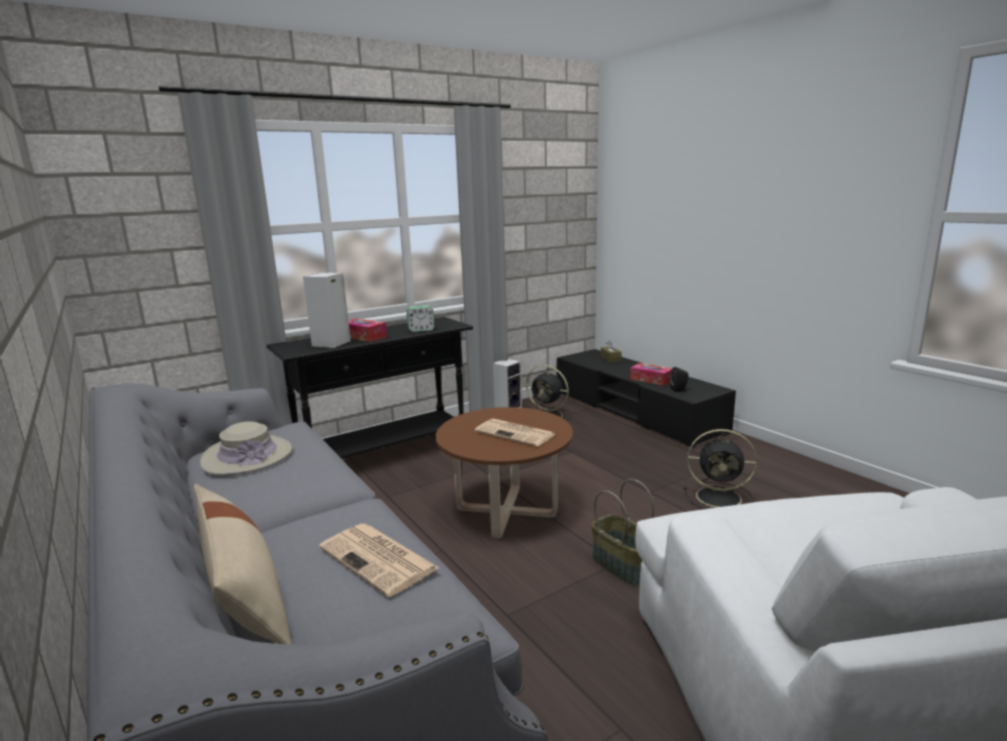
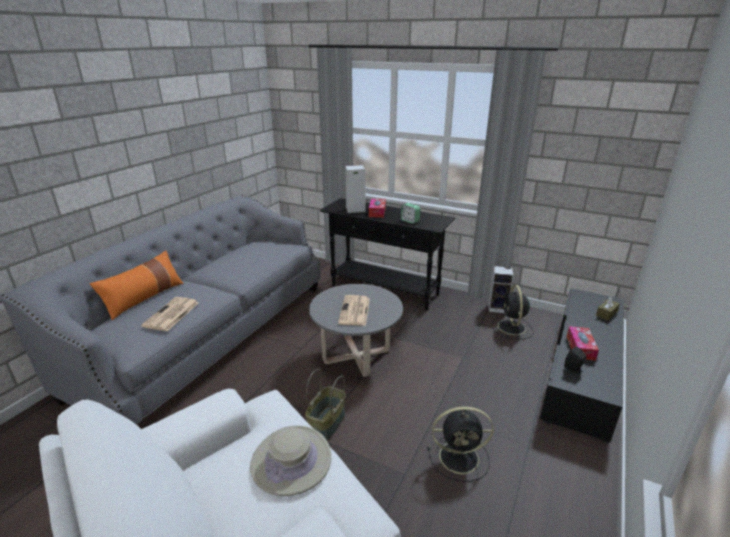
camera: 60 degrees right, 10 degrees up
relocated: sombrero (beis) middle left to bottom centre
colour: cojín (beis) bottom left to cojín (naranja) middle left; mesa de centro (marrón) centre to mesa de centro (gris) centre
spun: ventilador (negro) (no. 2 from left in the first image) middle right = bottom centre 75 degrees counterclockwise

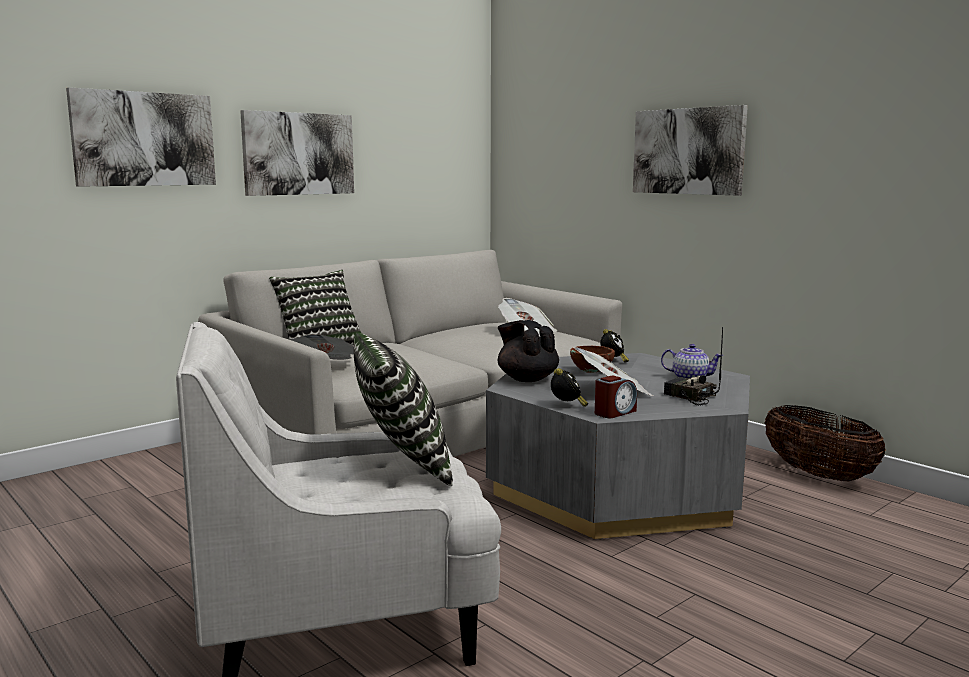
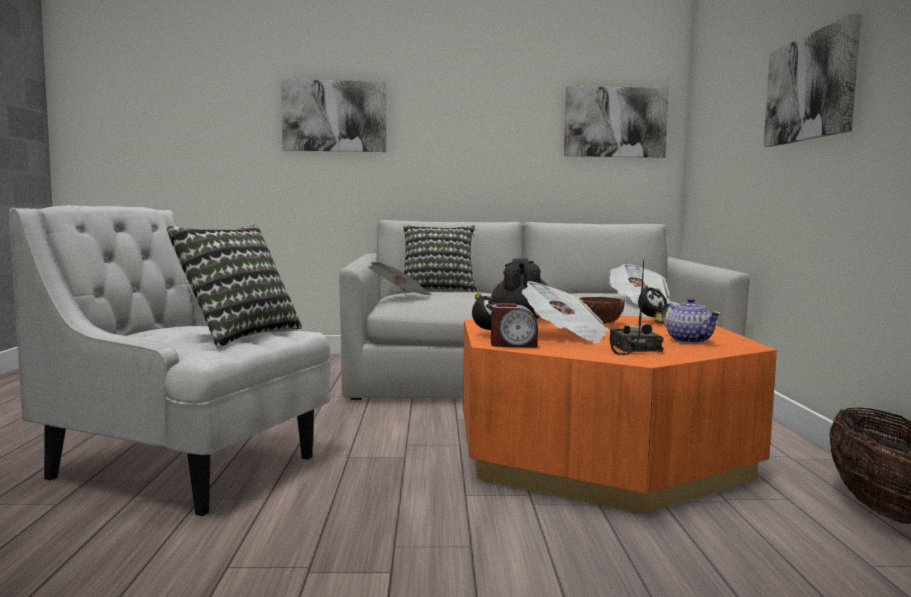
camera: 40 degrees right, 5 degrees down
relocated: cuadro (no. 2 from left) top left to top right
colour: mesa de centro (gris) centre to mesa de centro (naranja) bottom right

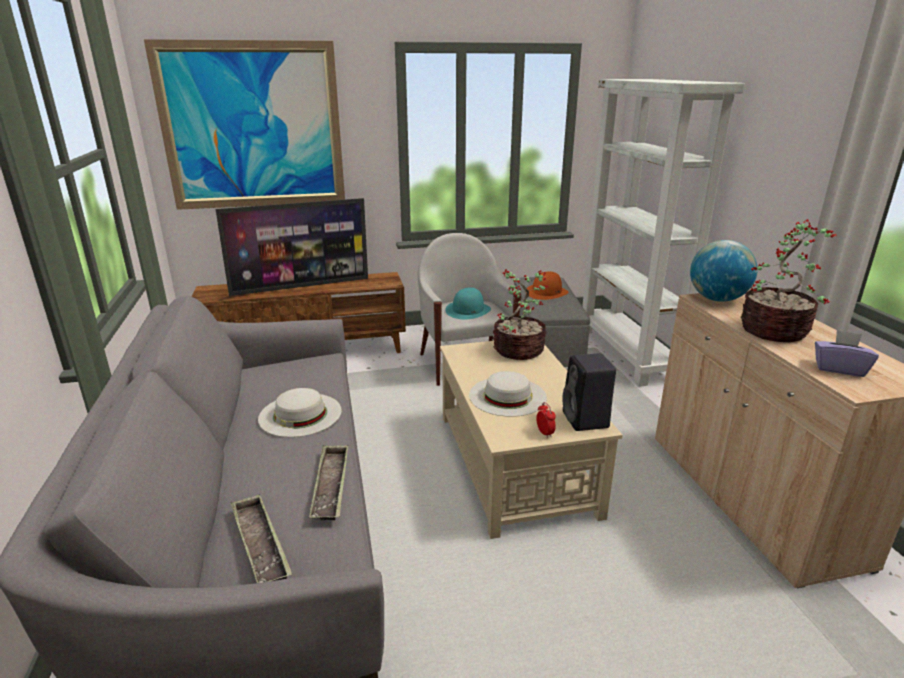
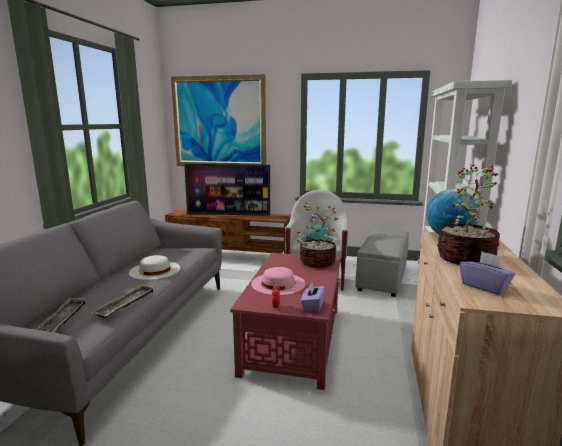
camera: 25 degrees right, 10 degrees down
missing: sombrero (naranja) centre
exchanged: altavoz (negro) centre to caja de pañuelos (morado) (no. 1 from left) centre
colour: mesa de centro (beis) centre to mesa de centro (rojo) bottom centre; sombrero (blanco) (no. 2 from left) centre to sombrero (rosa) centre

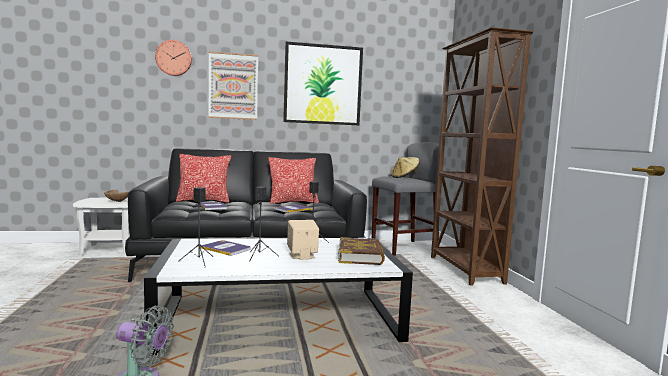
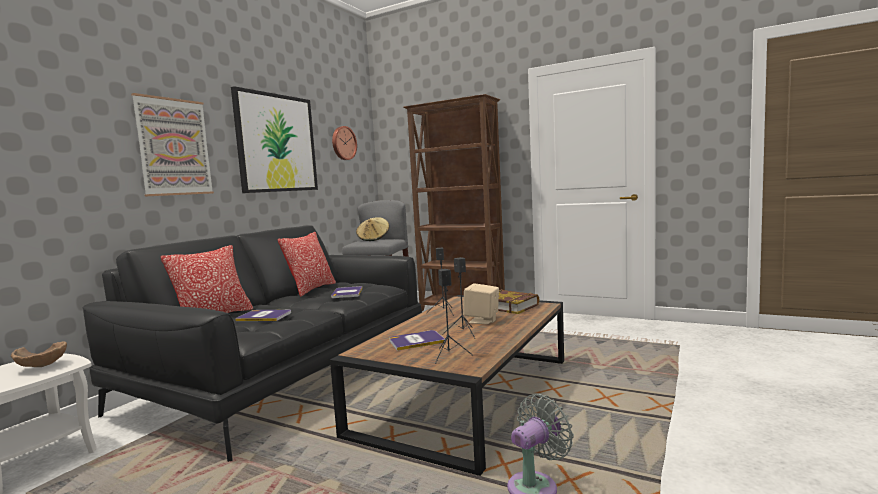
camera: 50 degrees left, 0 degrees up
relocated: reloj de pared top left to top centre
colour: mesa de centro (blanco) bottom centre to mesa de centro (marrón) bottom centre

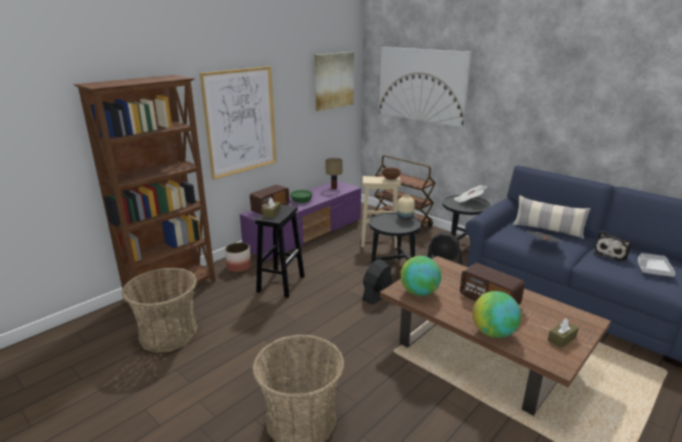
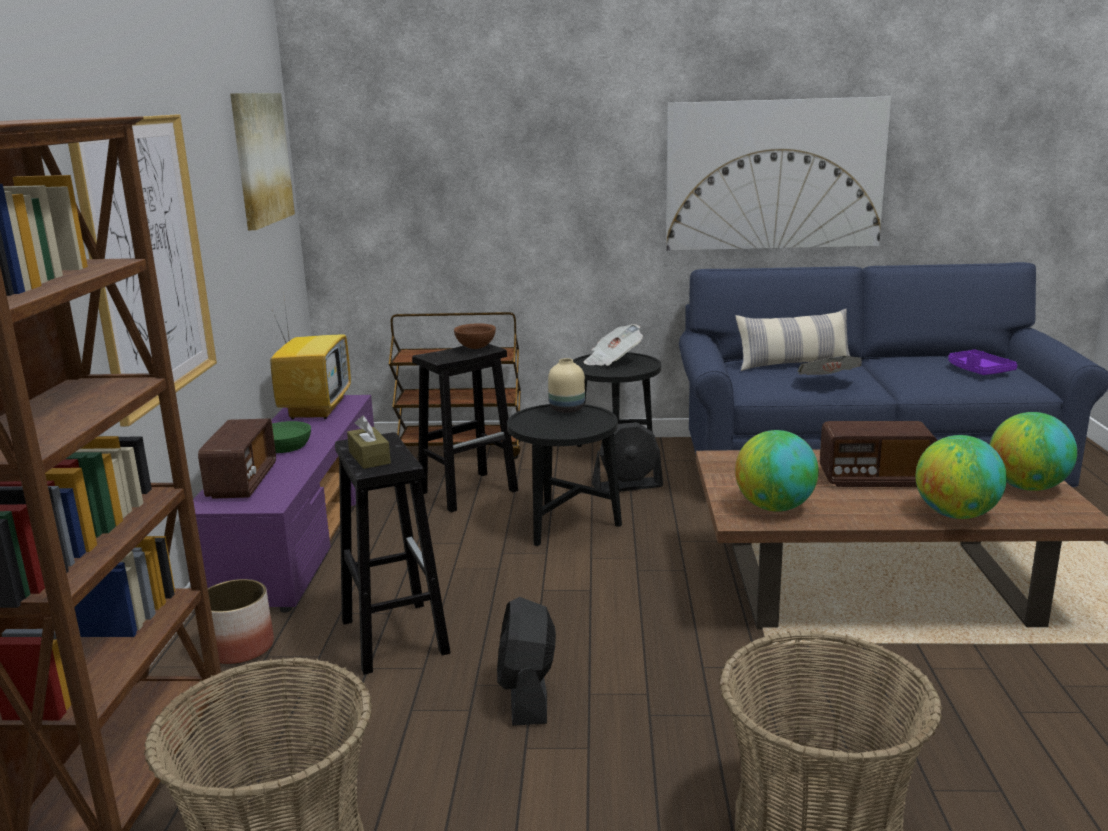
camera: 40 degrees left, 5 degrees down
missing: peluche middle right
relocated: ventilador (negro) (no. 1 from left) centre to bottom centre; cuadro (no. 3 from left) top centre to top right
exchanged: lámpara de mesa centre to televisor middle left; caja de pañuelos (marrón) (no. 2 from left) bottom right to globo terráqueo (no. 3 from left) middle right
colour: taburete (beis) centre to taburete (negro) (no. 2 from left) centre; bandeja (gris) middle right to bandeja (morado) middle right

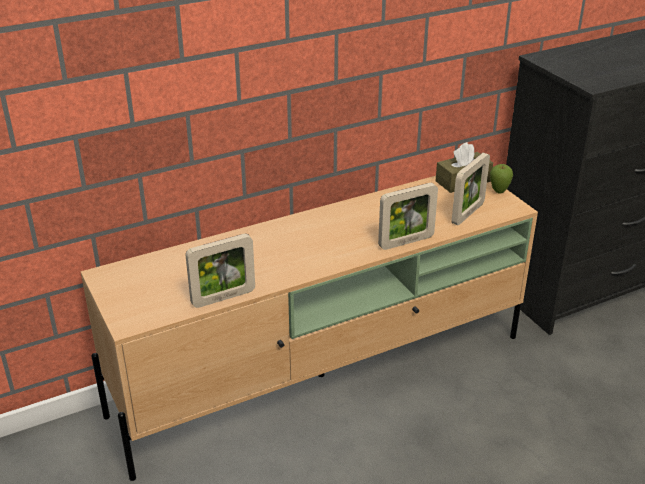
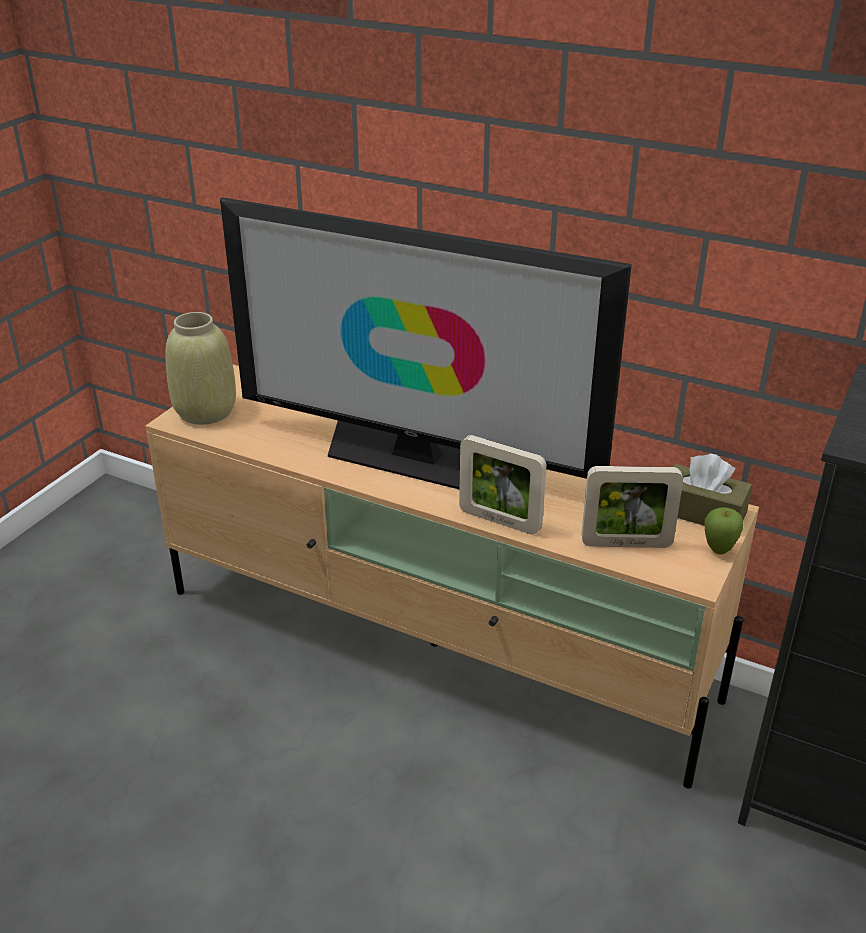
camera: 55 degrees right, 0 degrees up
missing: portarretratos (no. 1 from left) centre
appeared: florero (beis) middle left; televisor centre

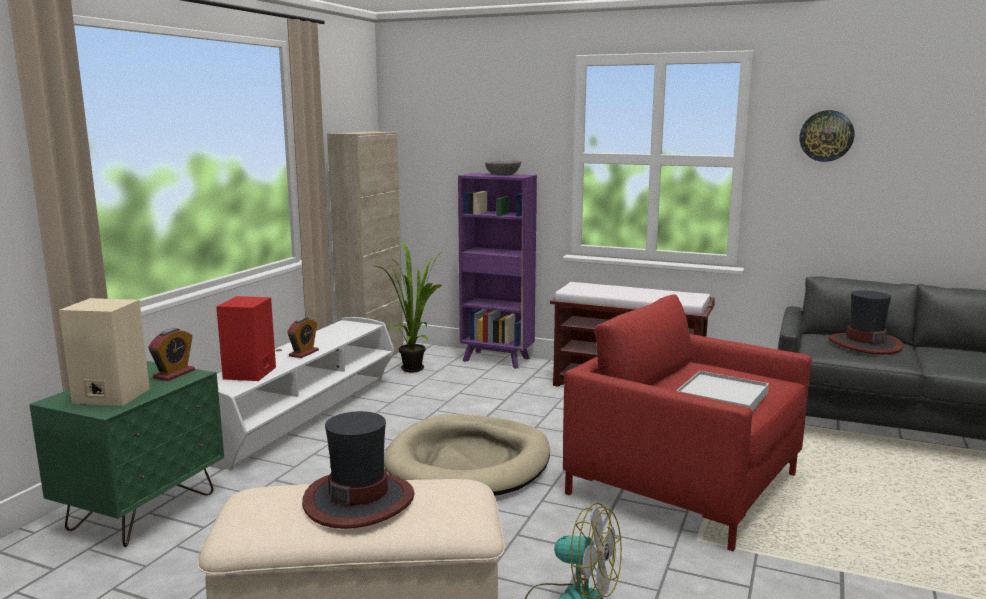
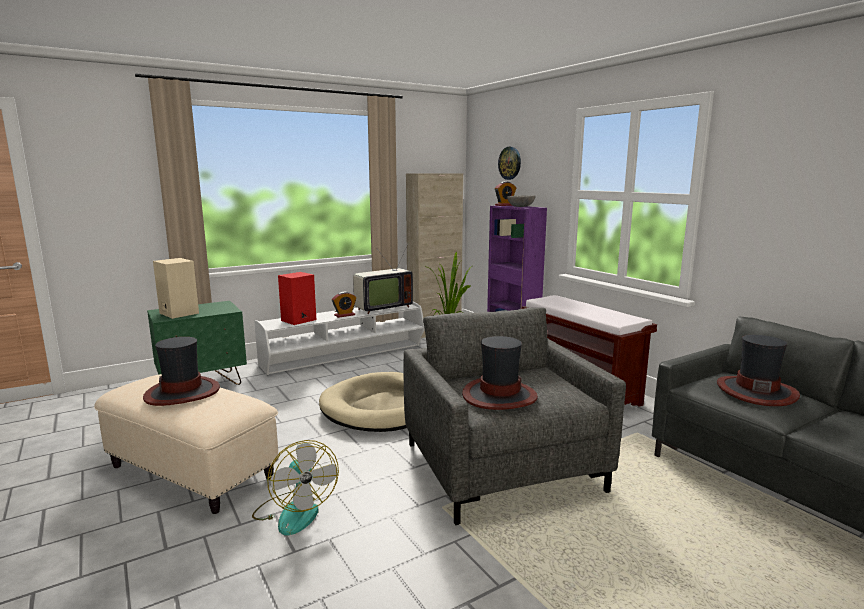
camera: 35 degrees right, 0 degrees up
appeared: televisor centre
relocated: despertador (no. 1 from left in the first image) middle left to despertador (no. 2 from left) top centre; reloj de pared top right to top centre
exchanged: bandeja (blanco) middle right to sombrero (no. 2 from left) centre
colour: sillón (rojo) bottom right to sillón (gris) bottom centre

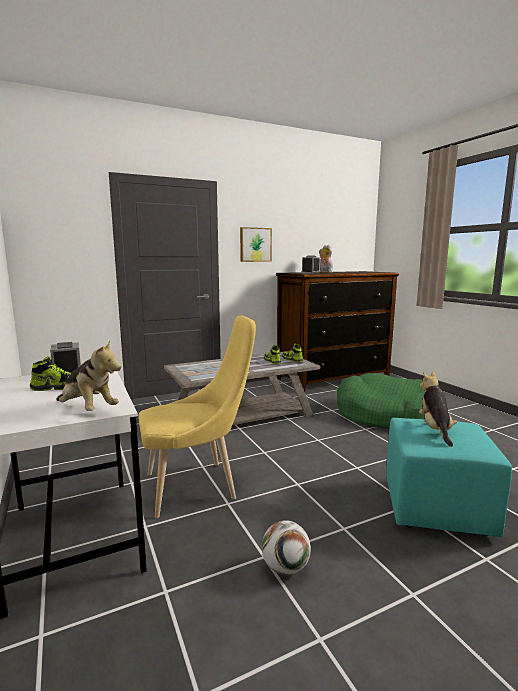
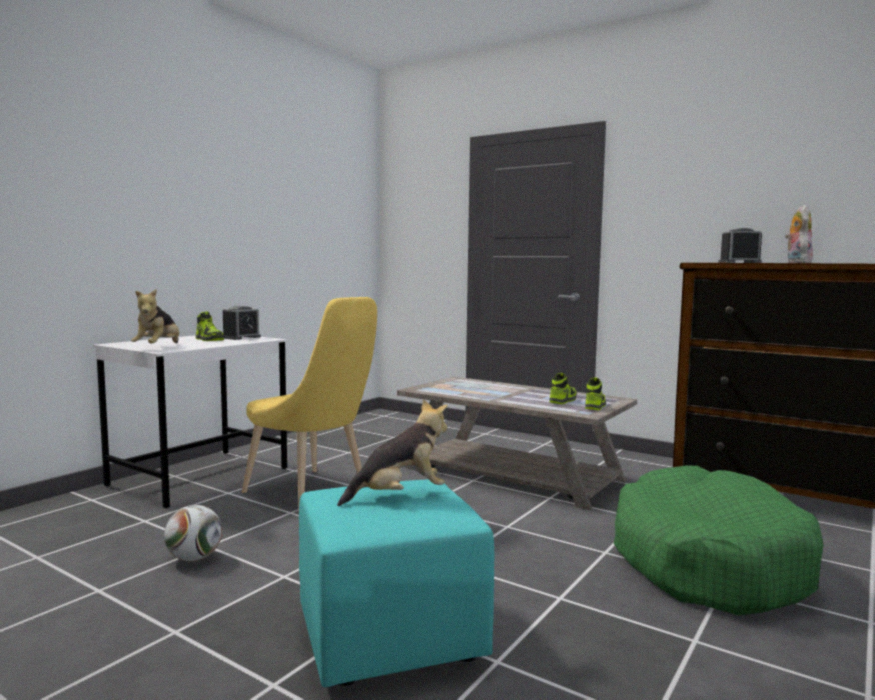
camera: 60 degrees right, 5 degrees down
missing: cuadro centre

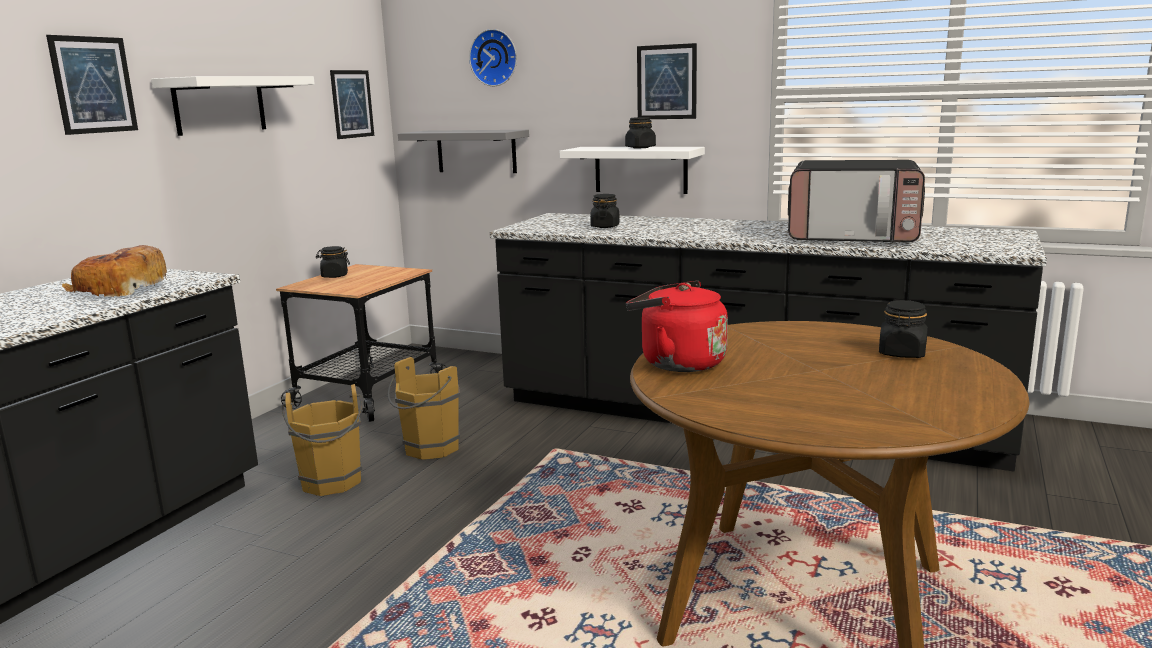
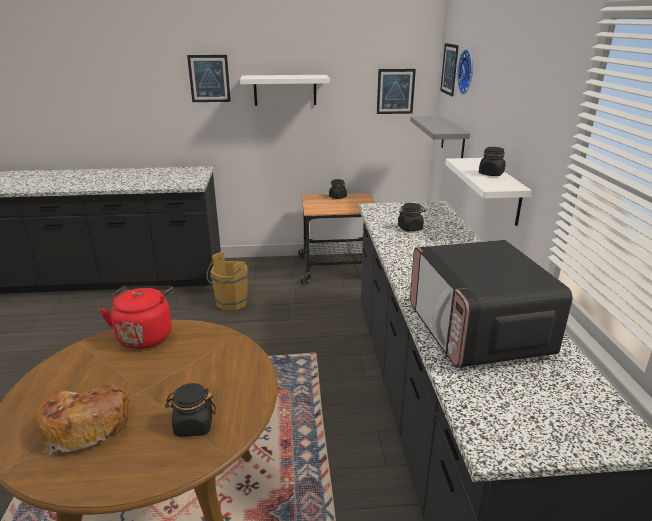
camera: 60 degrees right, 10 degrees up
missing: cubo (marrón) (no. 2 from left) centre
relocated: pan middle left to bottom left; cuadro (no. 3 from left) top centre to top right

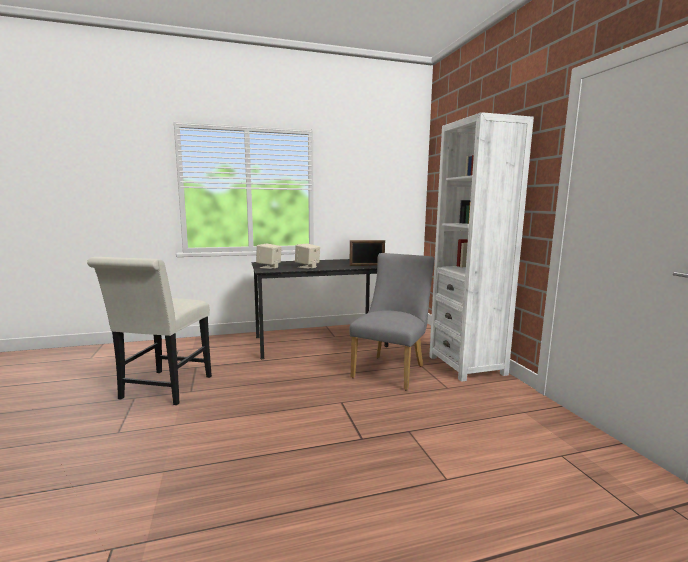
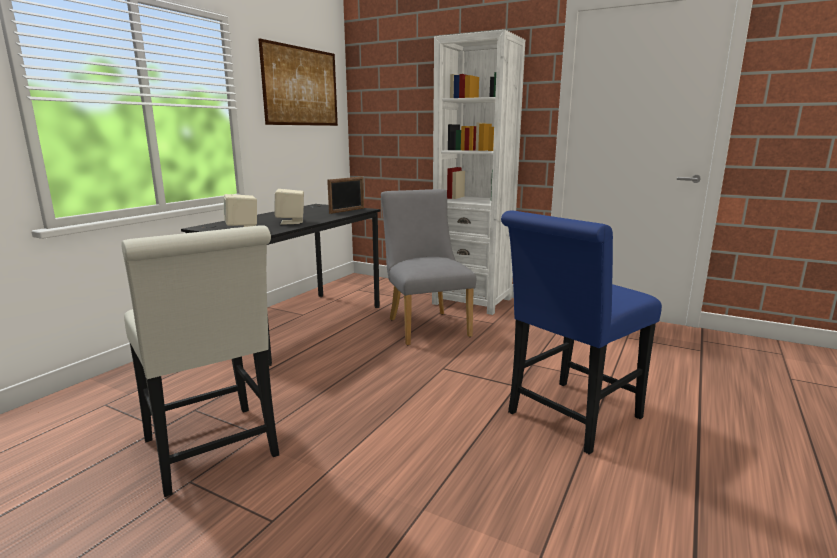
camera: 45 degrees left, 5 degrees up
appeared: cuadro top centre; silla (azul) middle right

